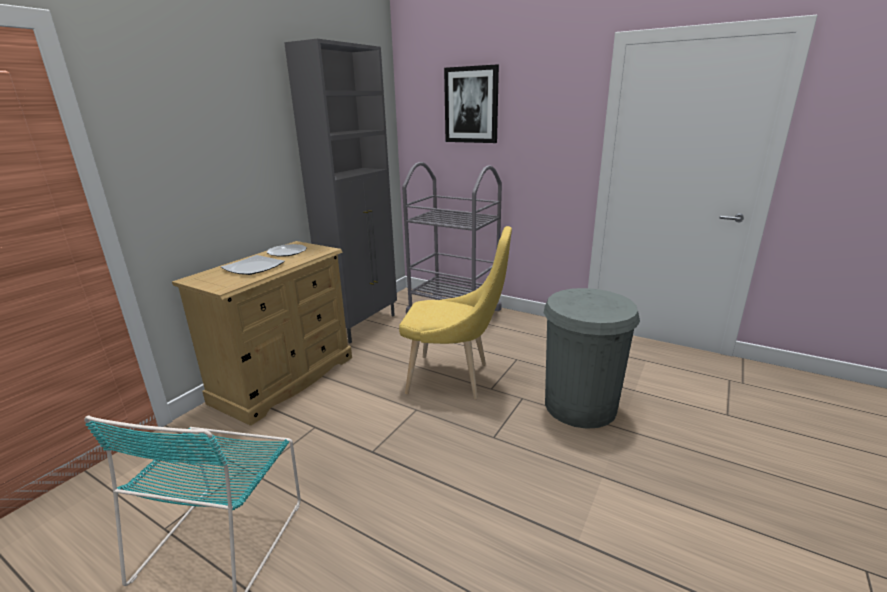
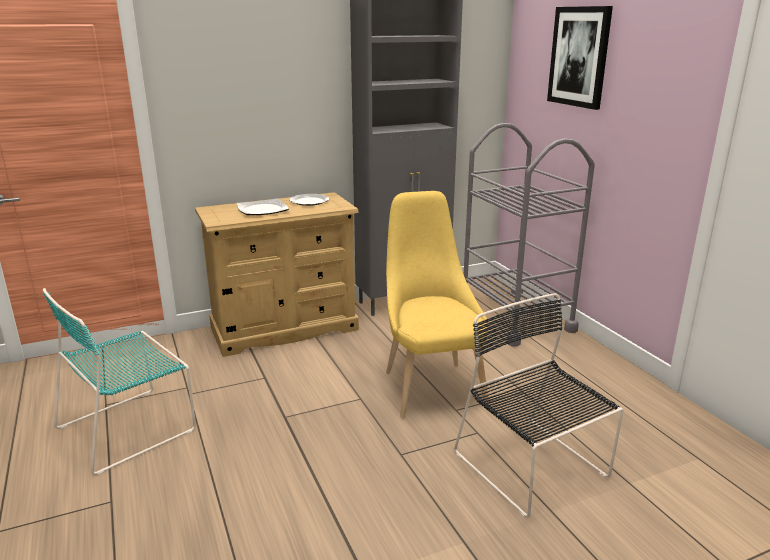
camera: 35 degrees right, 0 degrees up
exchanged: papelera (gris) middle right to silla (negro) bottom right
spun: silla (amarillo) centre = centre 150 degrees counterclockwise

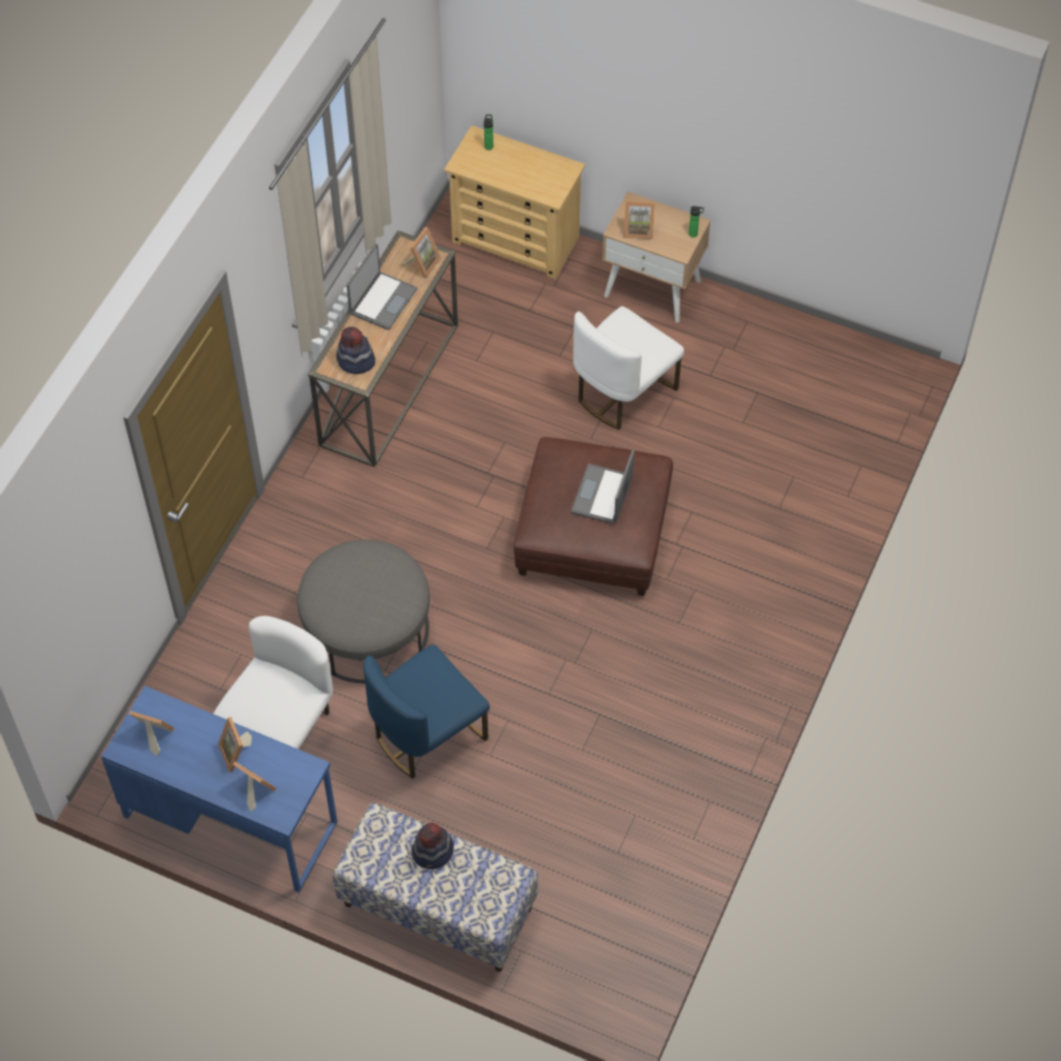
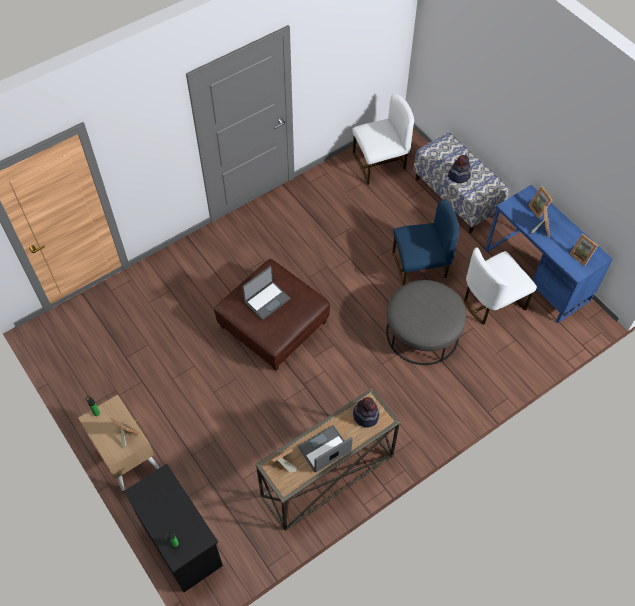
camera: 150 degrees left, 0 degrees up
relocated: silla (blanco) (no. 2 from left in the first image) centre to silla (blanco) (no. 1 from left) top centre
colour: cómoda (beis) top centre to cómoda (negro) bottom left

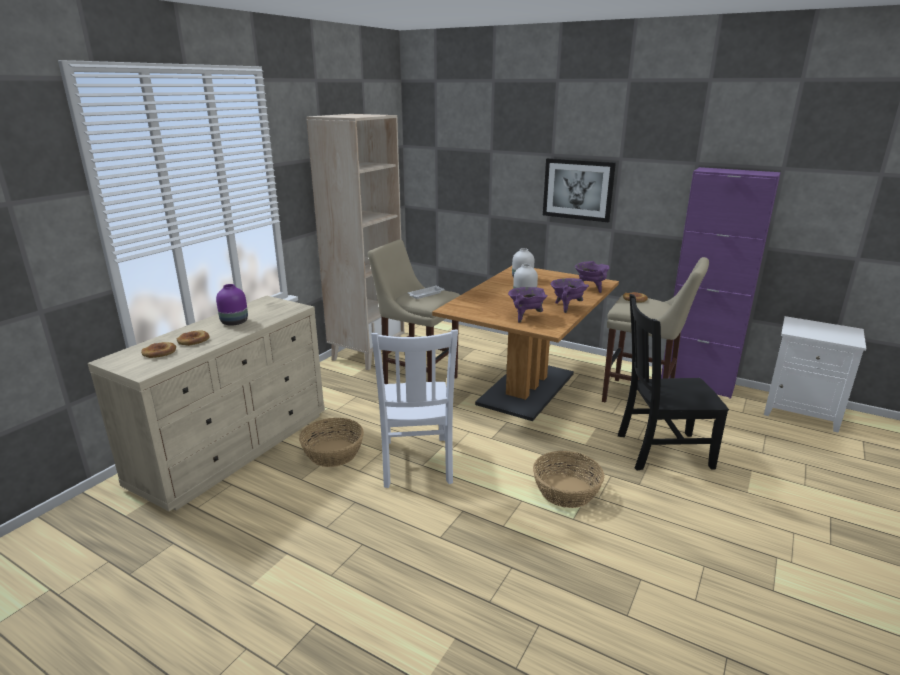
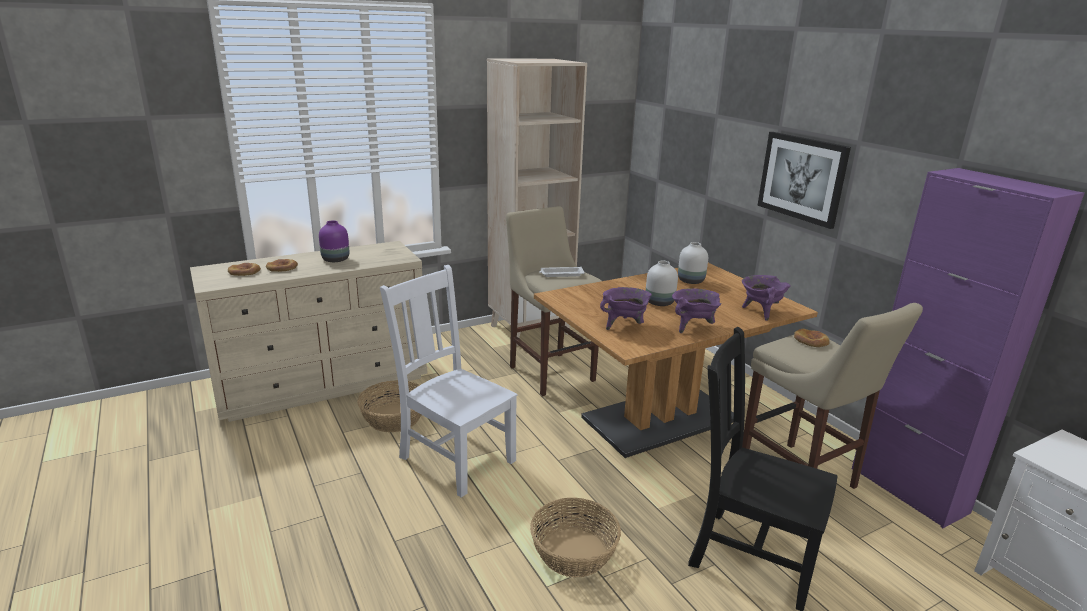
camera: 30 degrees right, 0 degrees up
spun: silla (blanco) centre = centre 105 degrees clockwise

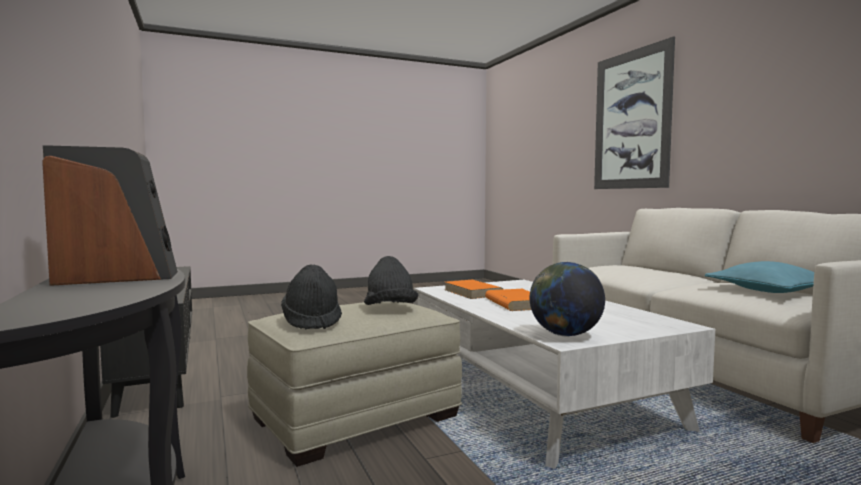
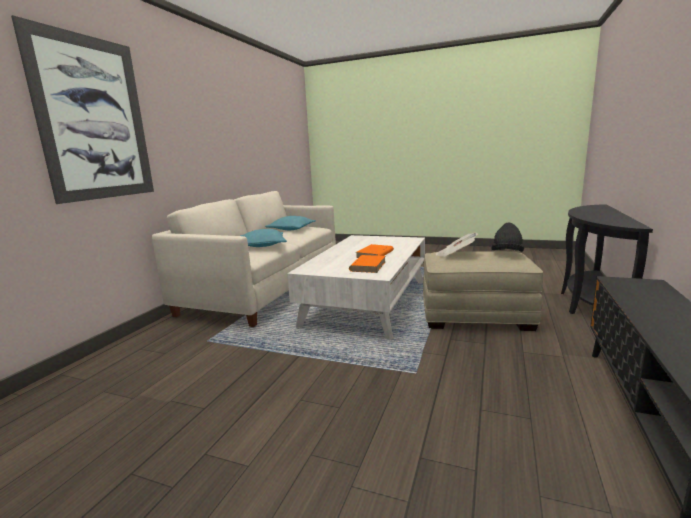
camera: 135 degrees left, 10 degrees up
missing: altavoz middle left; globo terráqueo centre
appeared: cojín (turquesa) (no. 1 from left) centre
exchanged: sombrero (negro) (no. 2 from left) centre to periódico centre

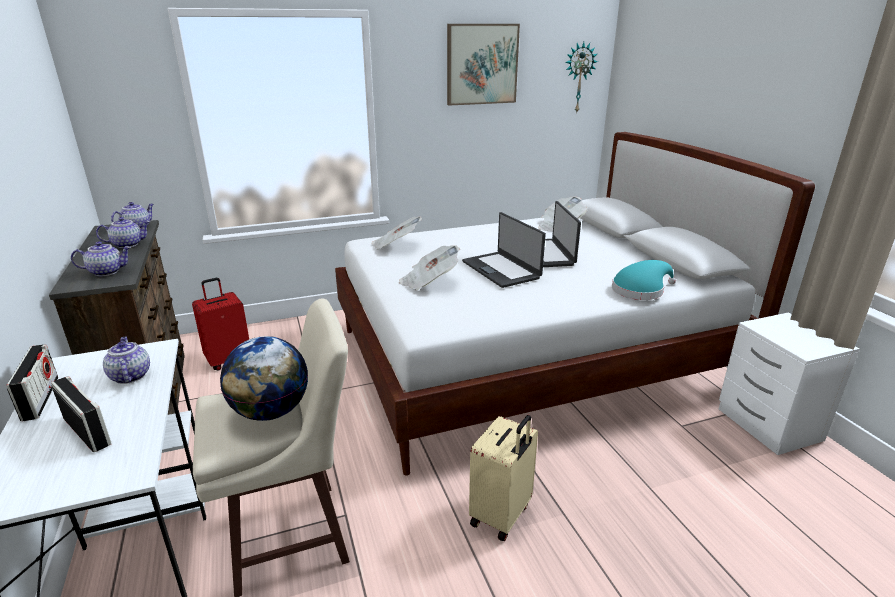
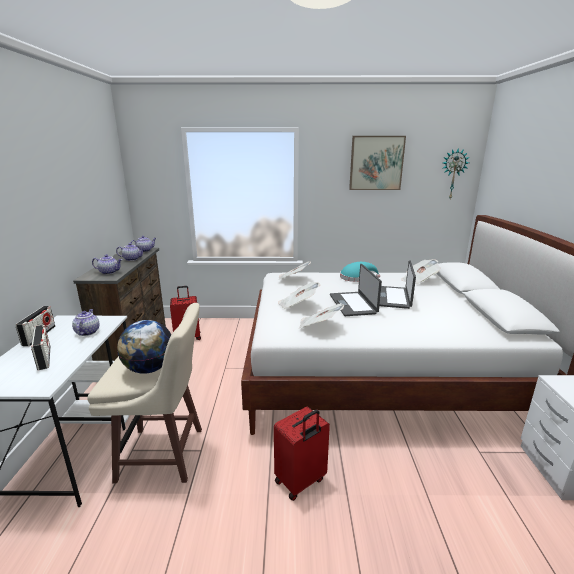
camera: 20 degrees right, 5 degrees down
appeared: periódico (no. 3 from left) centre
relocated: sombrero (turquesa) middle right to centre
colour: maleta (beis) bottom centre to maleta (rojo) (no. 2 from left) bottom centre

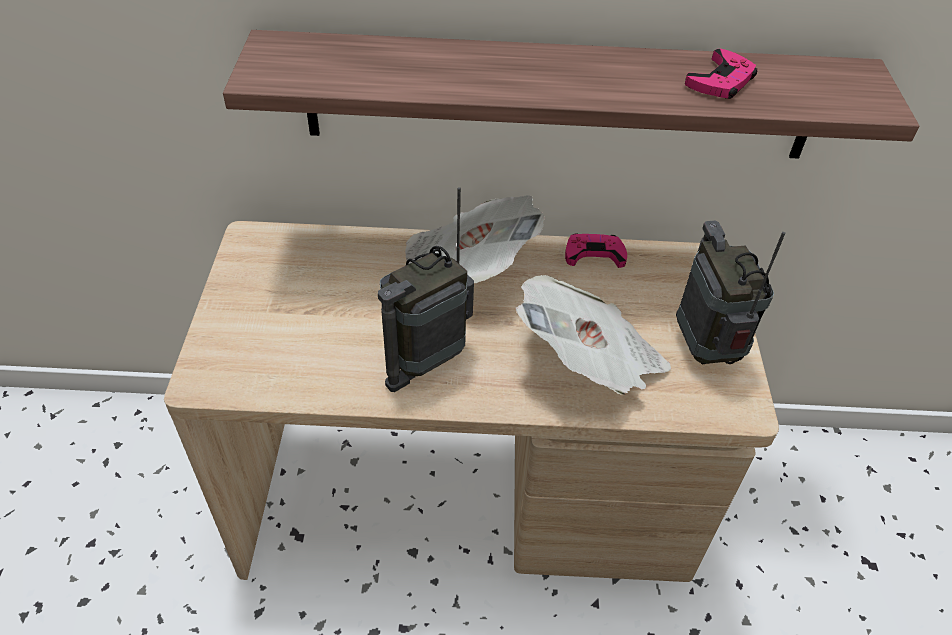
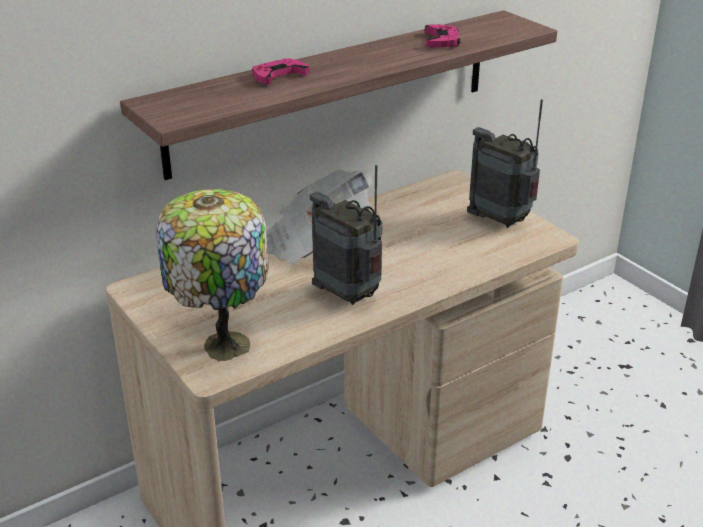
camera: 35 degrees left, 15 degrees down
missing: periódico (no. 2 from left) centre
appeared: lámpara de mesa middle left
relocated: mando de consola (rosa) (no. 1 from left) centre to top centre
spun: radio (no. 1 from left) centre = centre 120 degrees clockwise

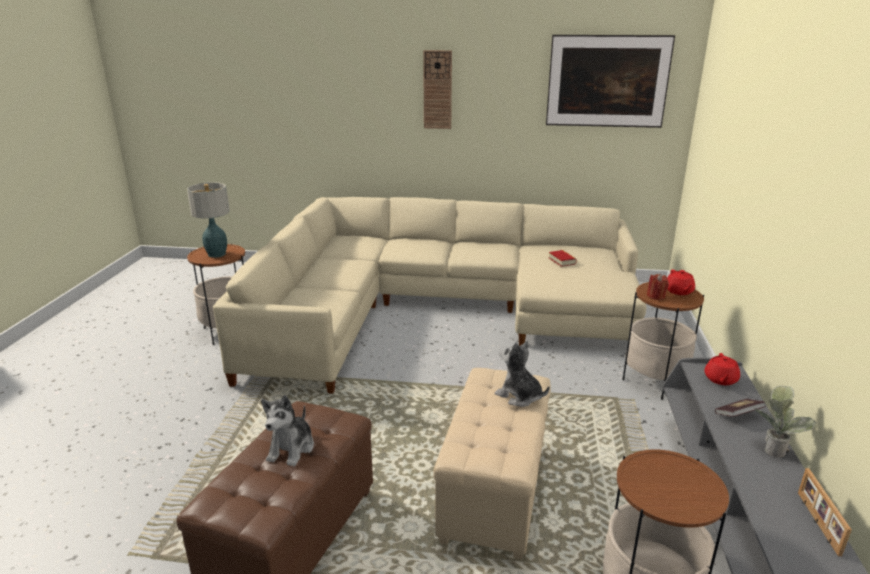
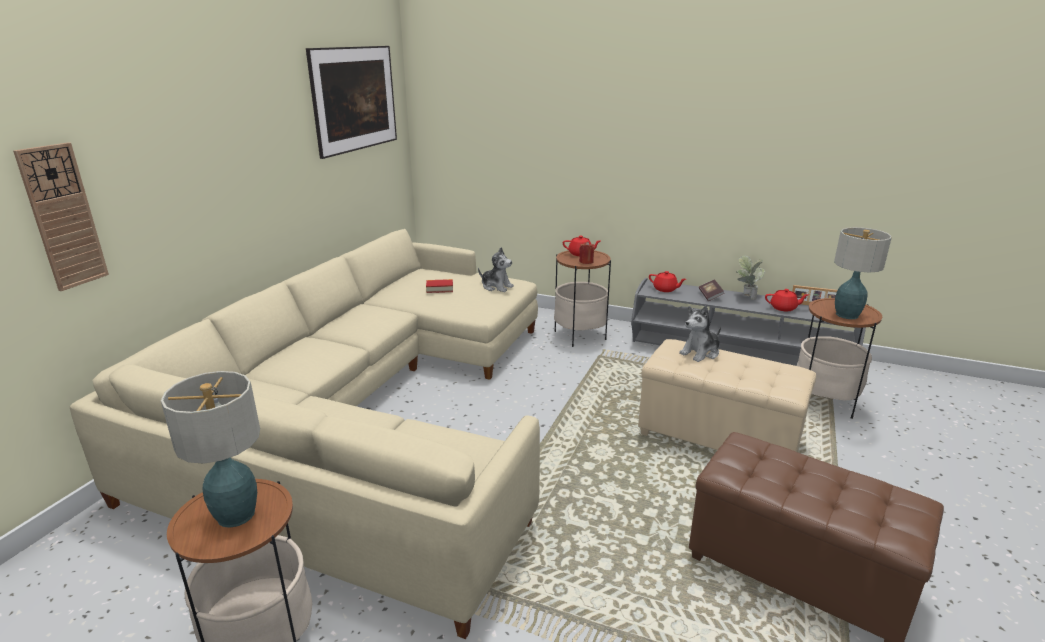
camera: 75 degrees left, 0 degrees up
appeared: tetera (rojo) (no. 3 from left) middle right; lámpara de mesa (no. 2 from left) middle right
relocated: peluche (no. 1 from left) bottom left to centre; reloj de pared top centre to middle left

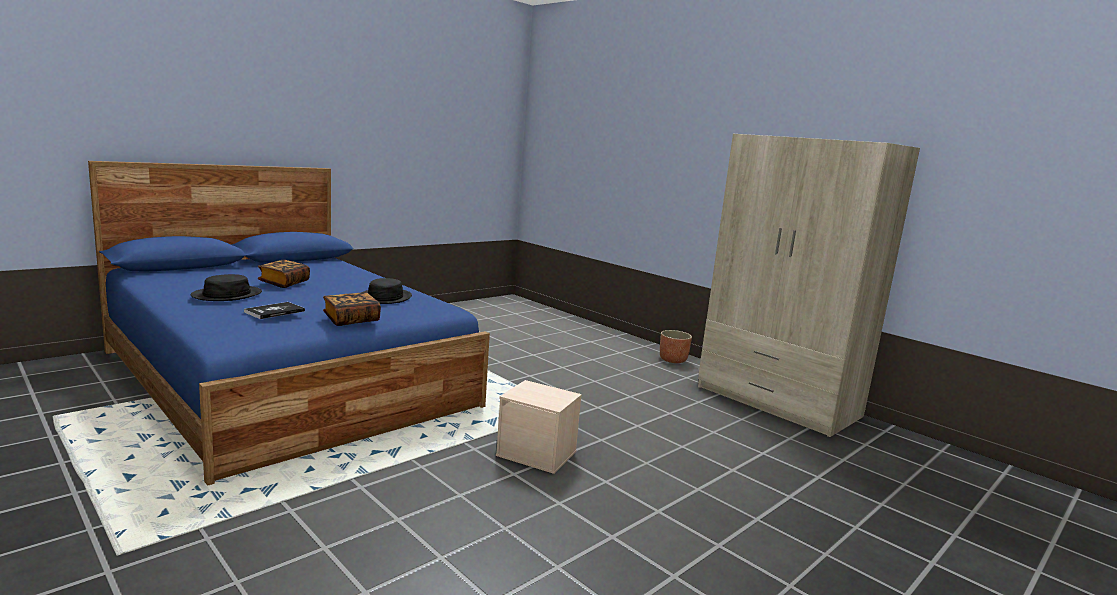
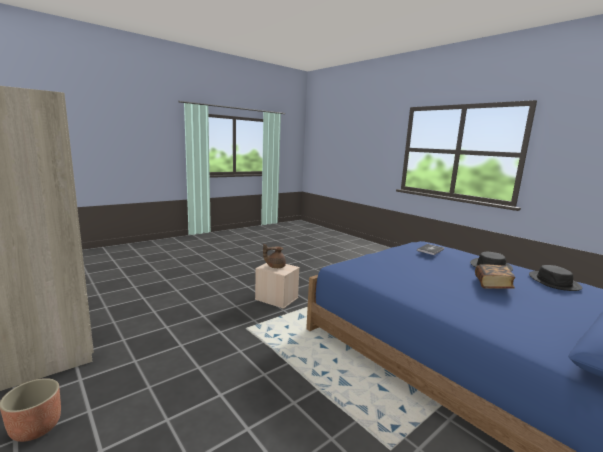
camera: 175 degrees left, 0 degrees up
missing: libro (no. 3 from left) middle left
appeared: tetera (marrón) centre
relocated: sombrero (negro) (no. 2 from left) centre to middle right

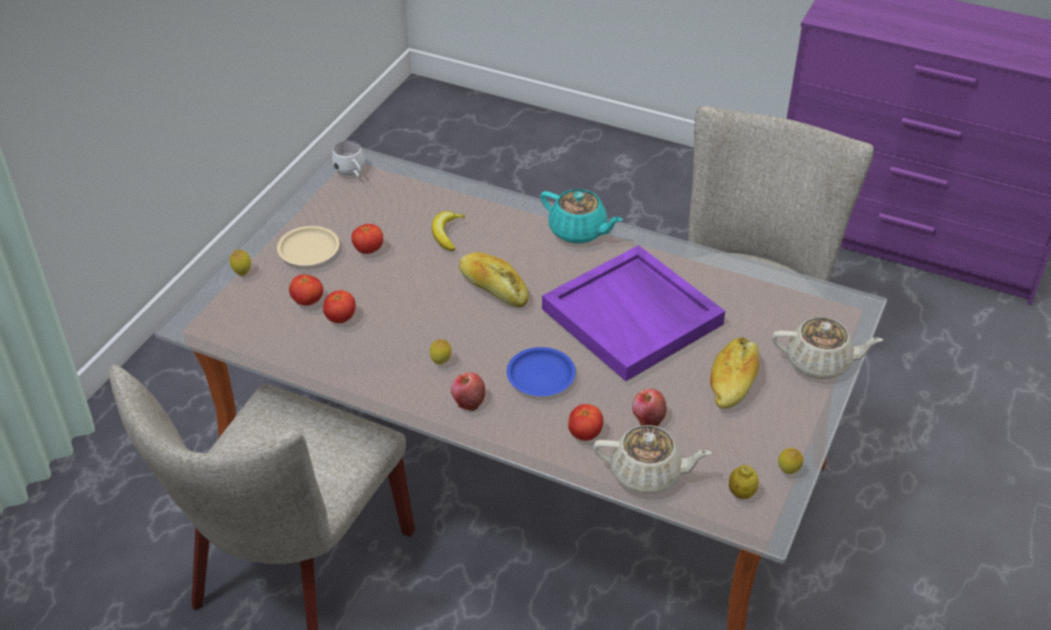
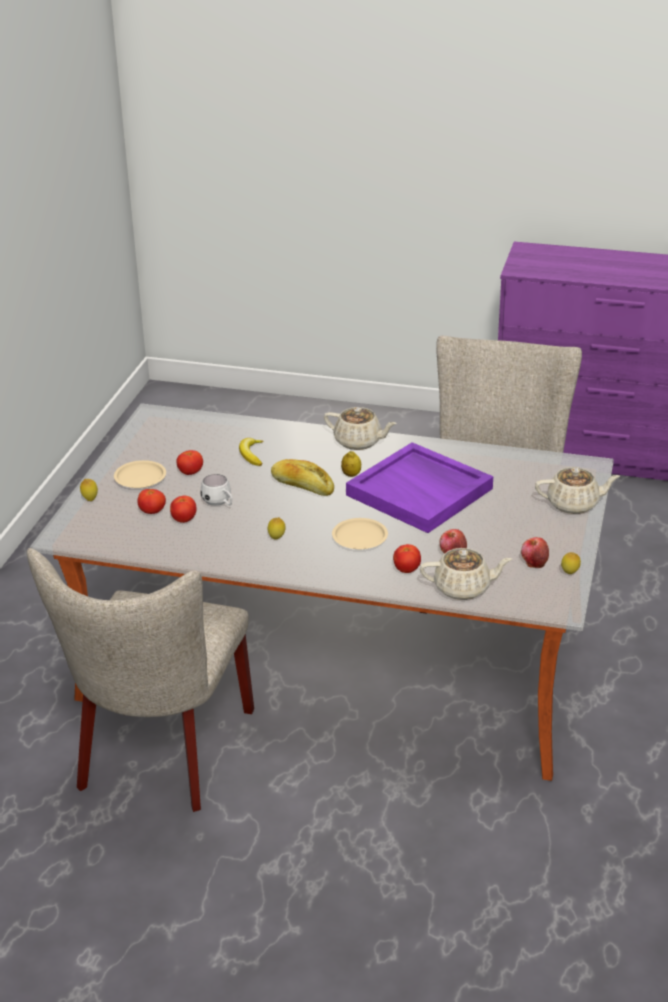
camera: 10 degrees left, 10 degrees down
missing: pan (no. 2 from left) middle right
relocated: taza grande (blanco) top left to middle left; manzana (no. 1 from left in the first image) centre to manzana (no. 2 from left) middle right; limón (no. 3 from left) bottom right to centre
colour: plato (azul) centre to plato (beis) (no. 2 from left) centre; tetera (turquesa) centre to tetera (beis) (no. 1 from left) centre

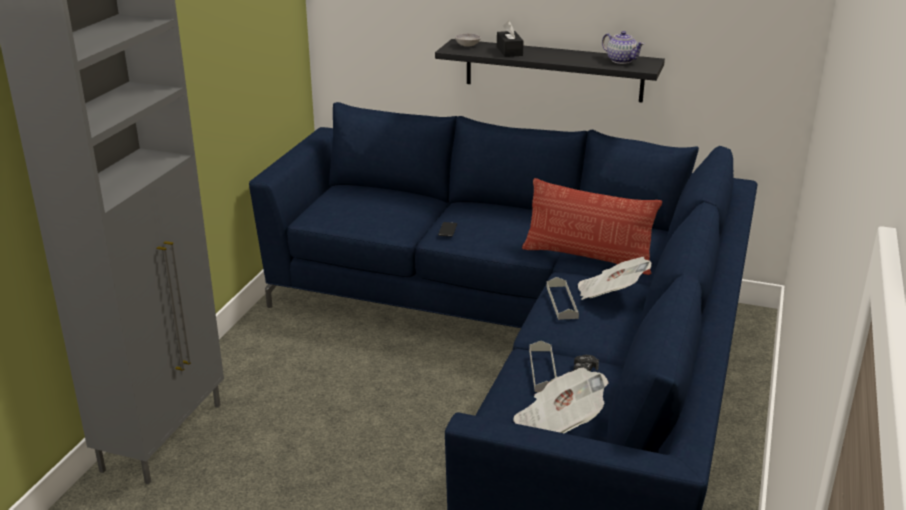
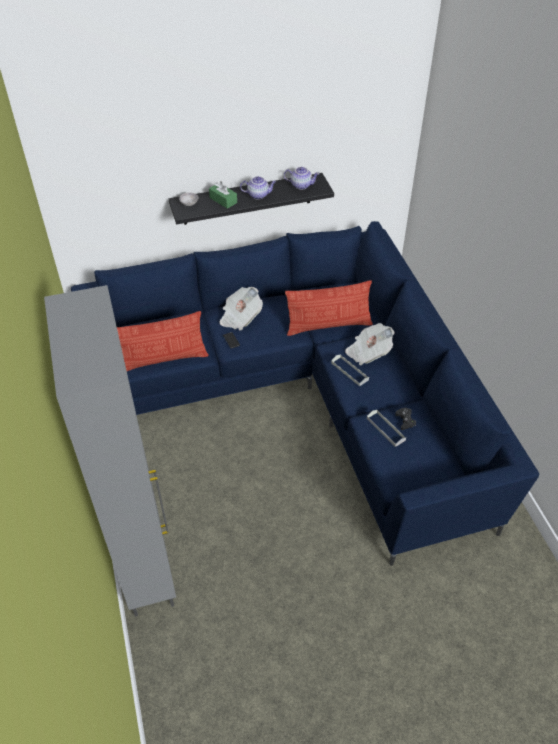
camera: 35 degrees left, 20 degrees up
appeared: cojín (no. 1 from left) middle left; tetera (no. 1 from left) top centre
relocated: periódico (no. 1 from left) bottom centre to centre
colour: caja de pañuelos (negro) top centre to caja de pañuelos (verde) top centre

